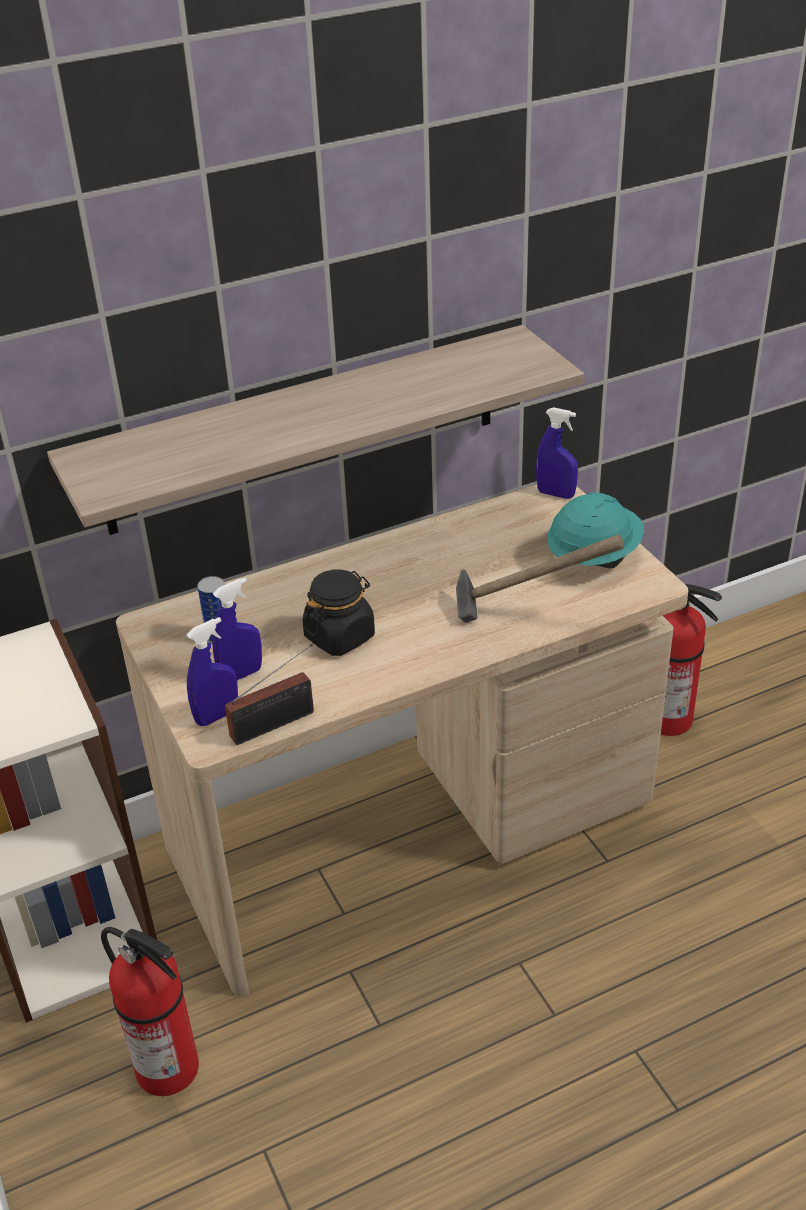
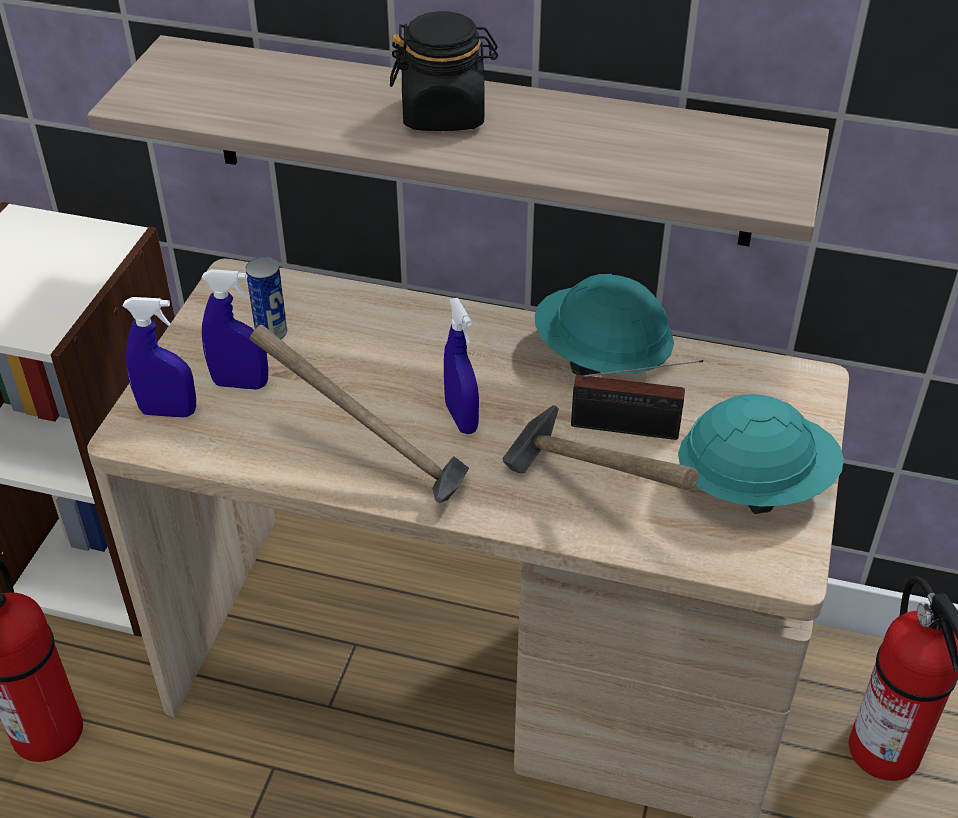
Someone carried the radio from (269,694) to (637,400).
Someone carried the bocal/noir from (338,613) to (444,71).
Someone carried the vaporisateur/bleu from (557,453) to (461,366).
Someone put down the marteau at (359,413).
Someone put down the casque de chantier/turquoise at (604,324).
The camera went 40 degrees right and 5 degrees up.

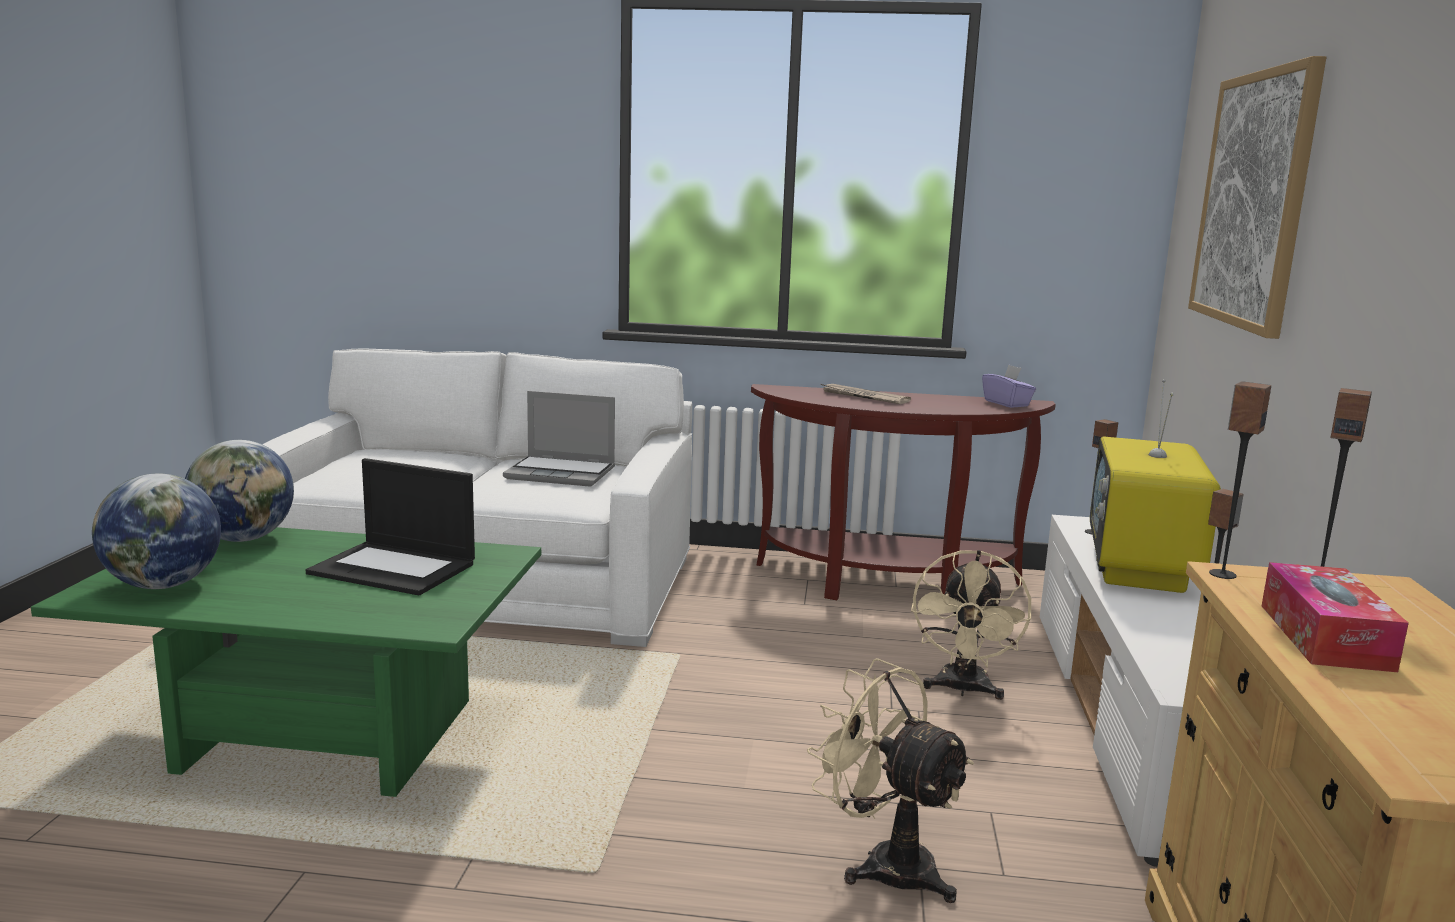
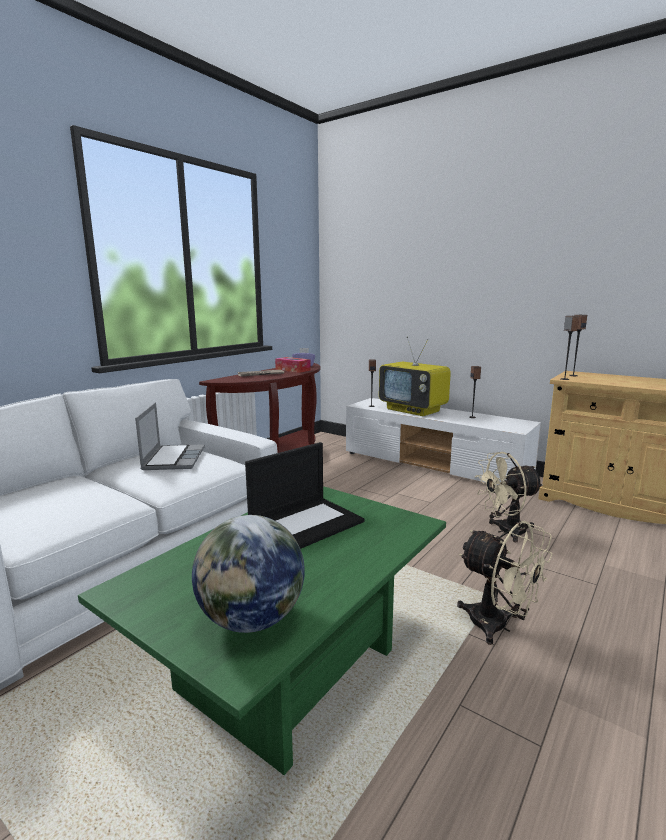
Someone took away the globe at (239,491).
Someone rotated the ordinateur portable at (559,439) by 45 degrees counterclockwise.
Someone carried the ventilateur/beige from (971,625) to (505,583).
Someone took away the tableau at (1257,197).
Someone carried the boîte à mouchoirs from (1335,617) to (293,365).
The camera went 60 degrees left and 0 degrees up.

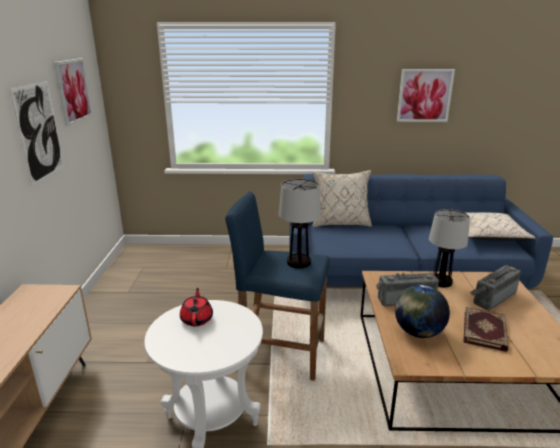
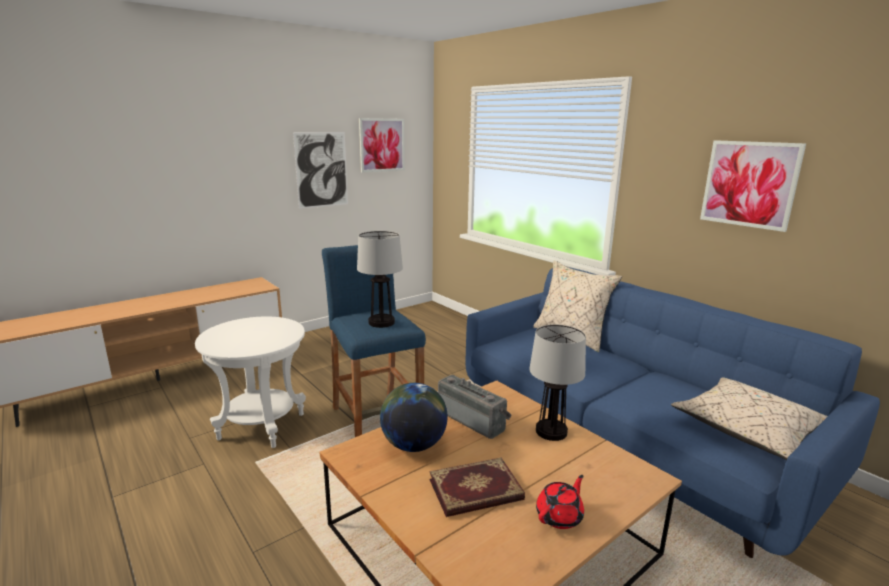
Someone carried the théière/rouge from (196,307) to (560,502).
Someone took away the radio at (495,287).
The camera went 50 degrees right and 5 degrees down.

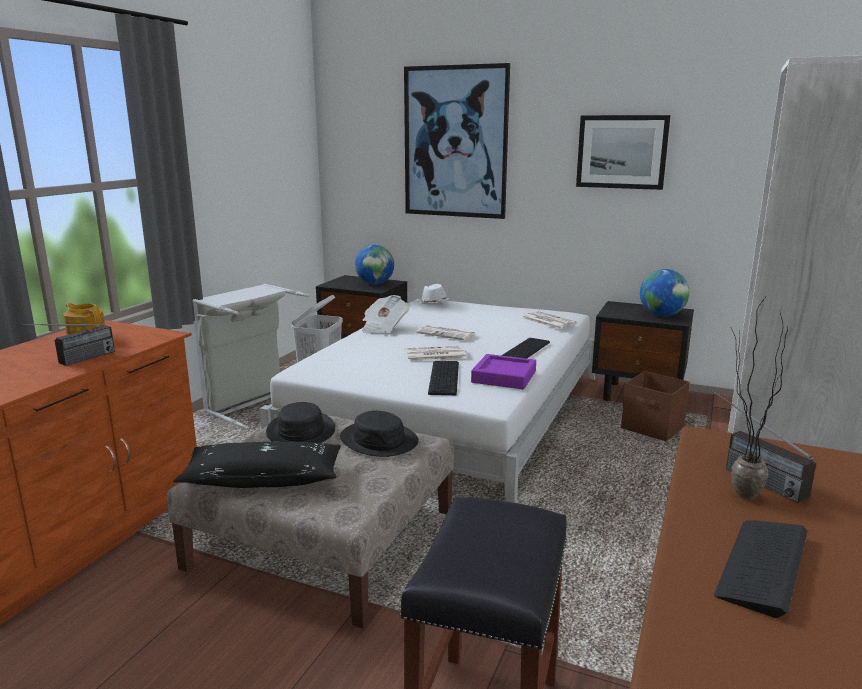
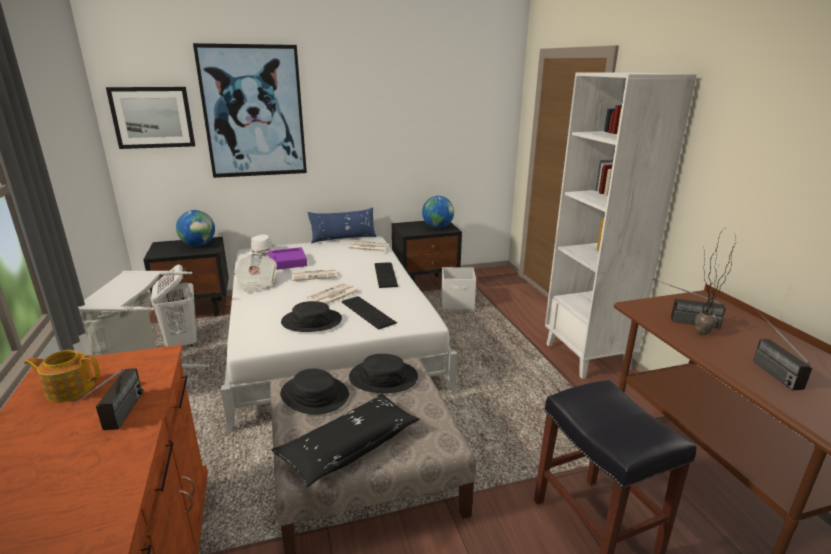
Someone carried the plateau/violet from (503,371) to (287,258).
Someone carried the tableau from (623,152) to (150,118).
Someone repainted the boîte de rangement/marron at (655,406), which became the boîte de rangement/blanc at (458,288).
Someone swapped the clavier at (760,569) for the radio at (782,349).
Someone put down the chapeau/noir at (311,316).
Someone put down the coussin/bleu at (342,225).
The camera went 40 degrees left and 5 degrees up.

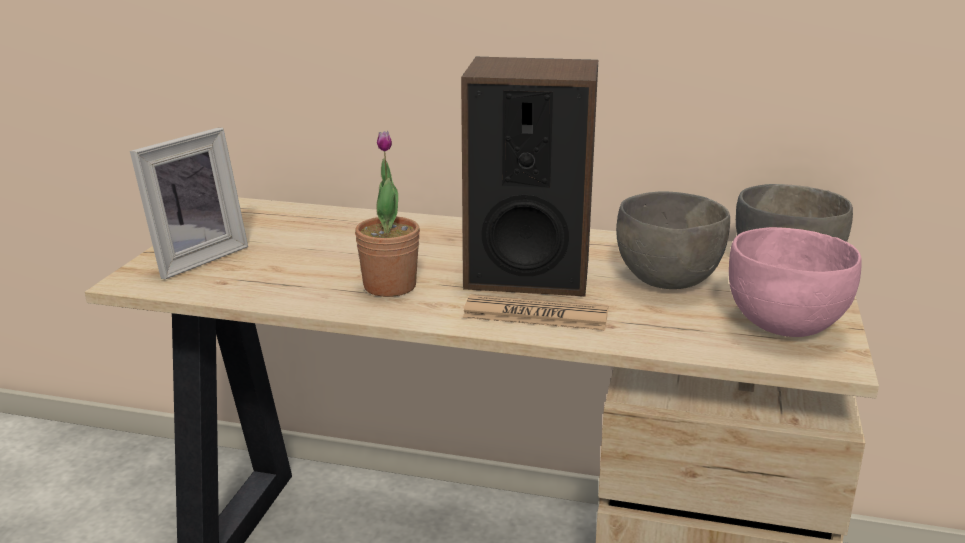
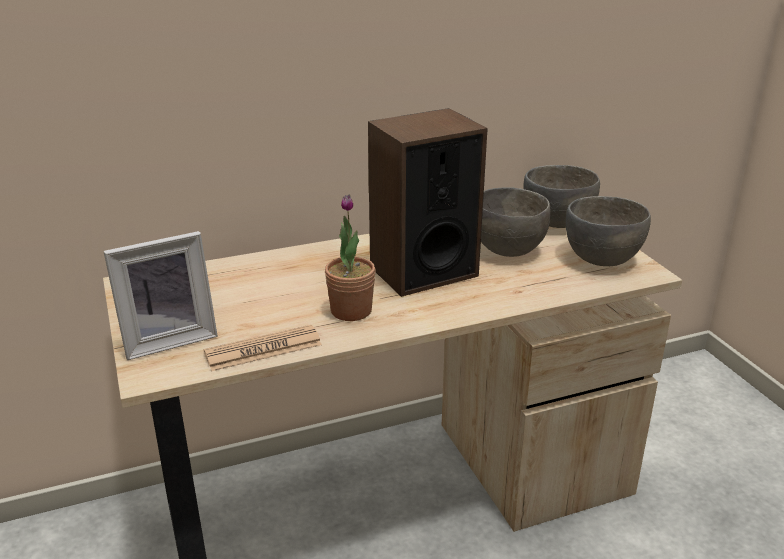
Someone rotated the cadre photo at (189,203) by 60 degrees clockwise.
Someone carried the journal from (535,312) to (263,348).
Someone repainted the bol/rose at (795,282), which became the bol/gris at (608,231).
The camera went 35 degrees left and 5 degrees up.

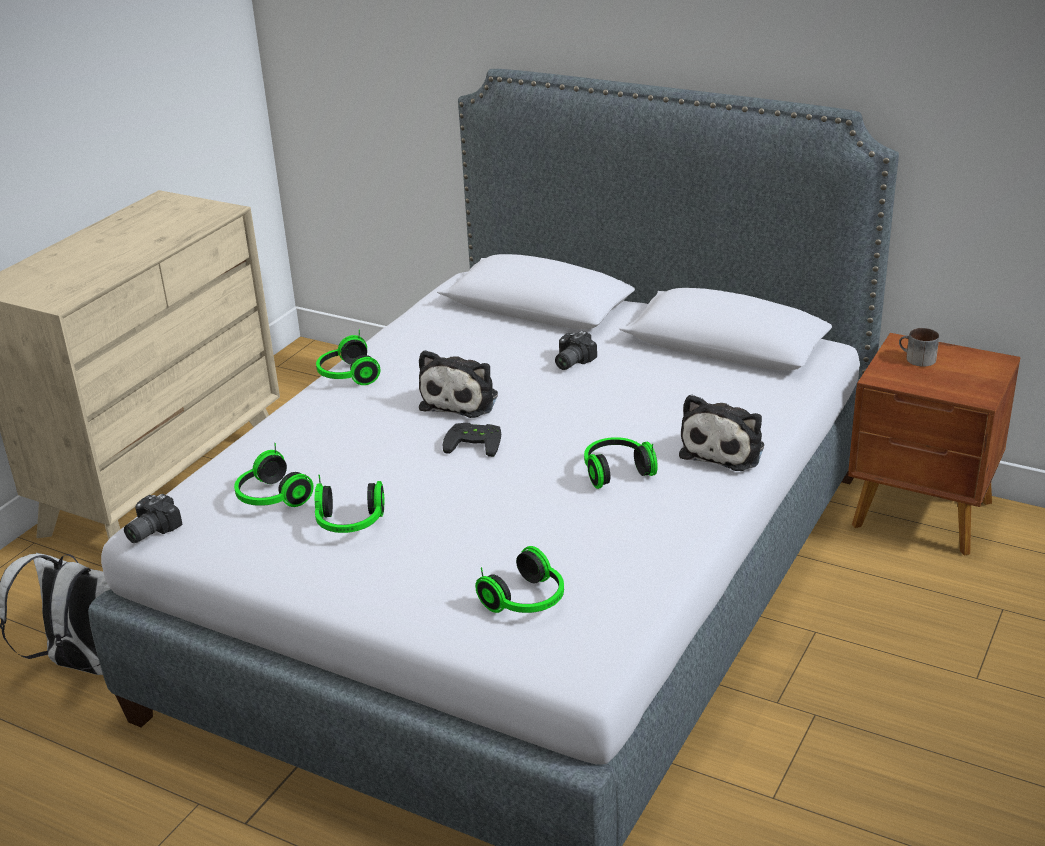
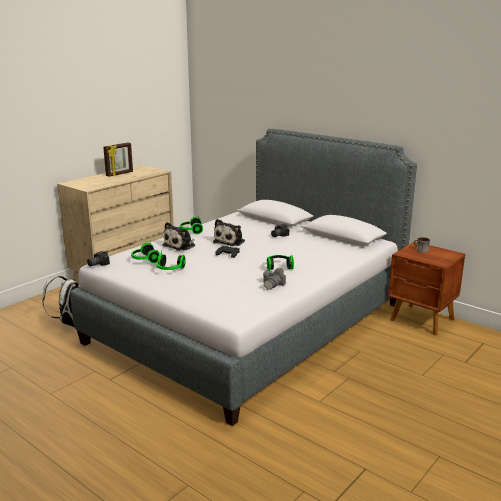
Someone took away the casque audio at (519,579).
Someone carried the peluche from (721,432) to (178,236).
Someone put down the cadre photo at (118,160).
Someone put down the appareil photo at (274,279).
The camera went 10 degrees right and 10 degrees down.

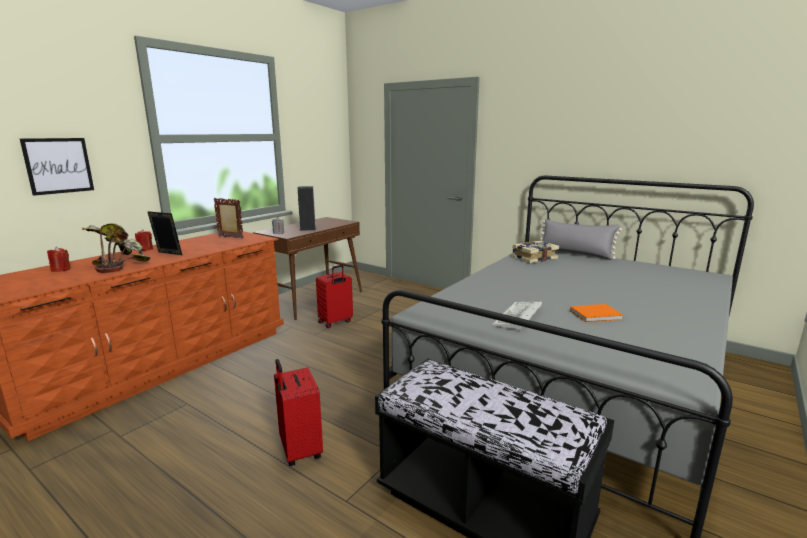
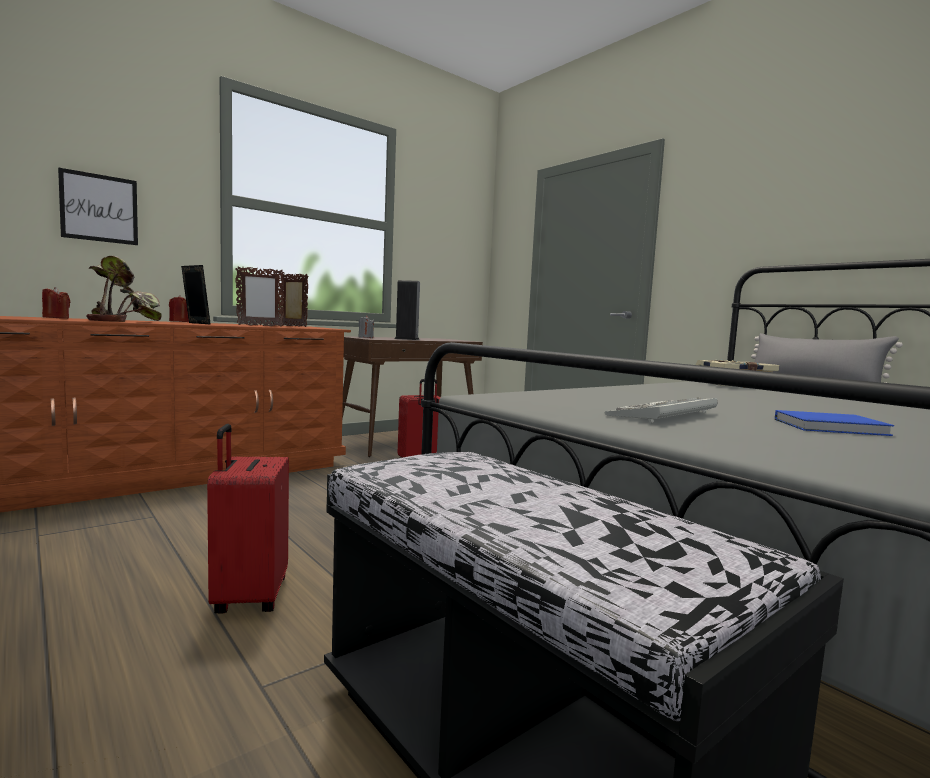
Someone repainted the livre/orange at (597,313), which became the livre/bleu at (834,423).
Someone put down the cadre photo at (259,296).
The camera went 15 degrees right and 10 degrees down.

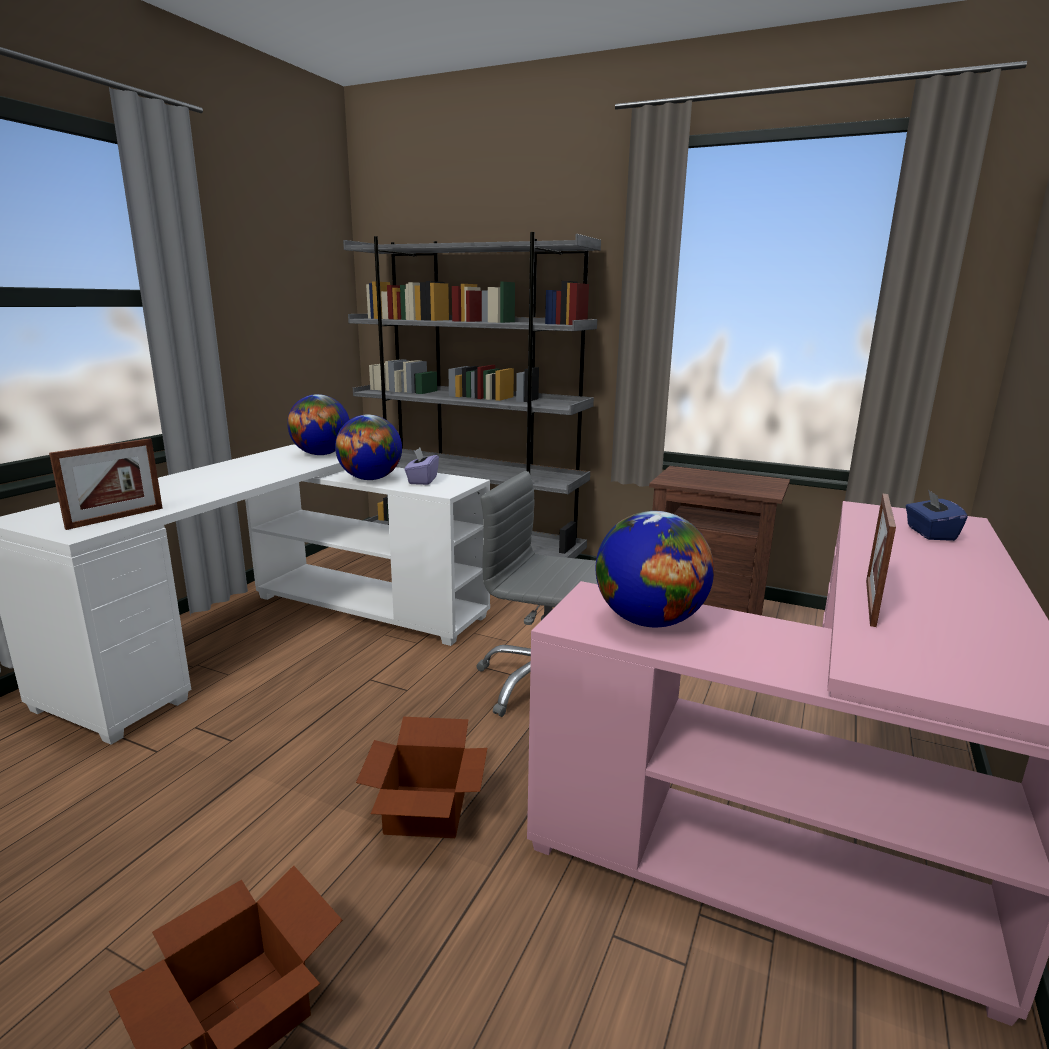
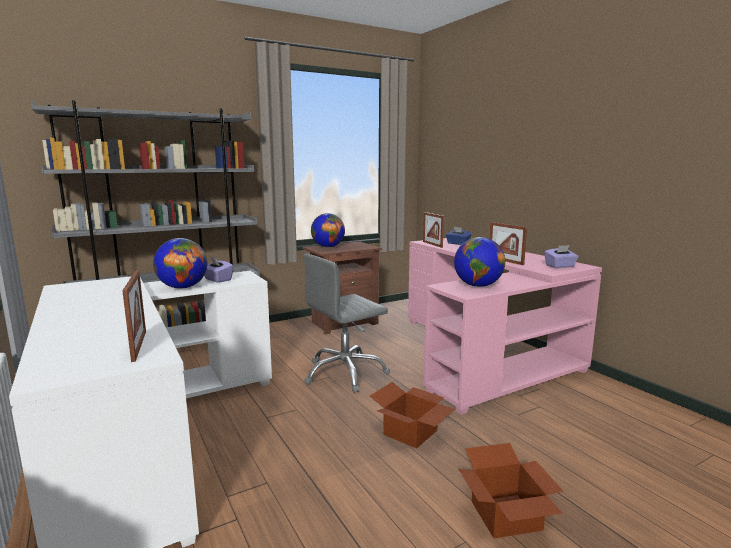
Someone carried the globe from (318,424) to (328,230).
Someone put down the cadre photo at (433,230).
Someone put down the boîte à mouchoirs/violet at (561,256).
The camera went 55 degrees left and 5 degrees down.

